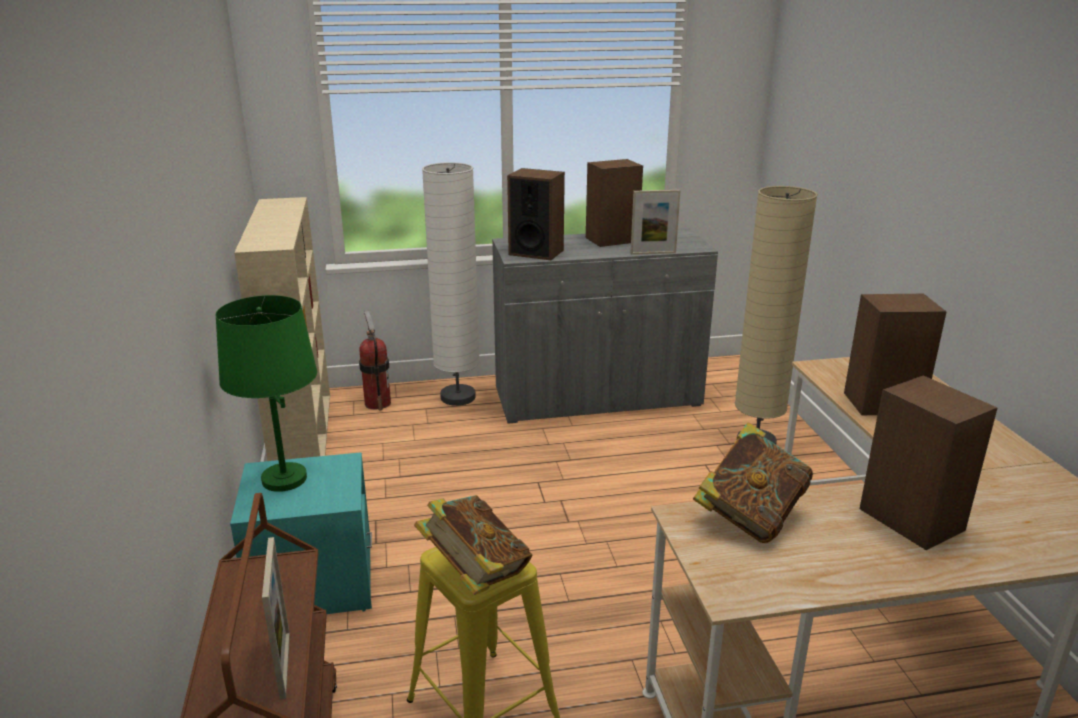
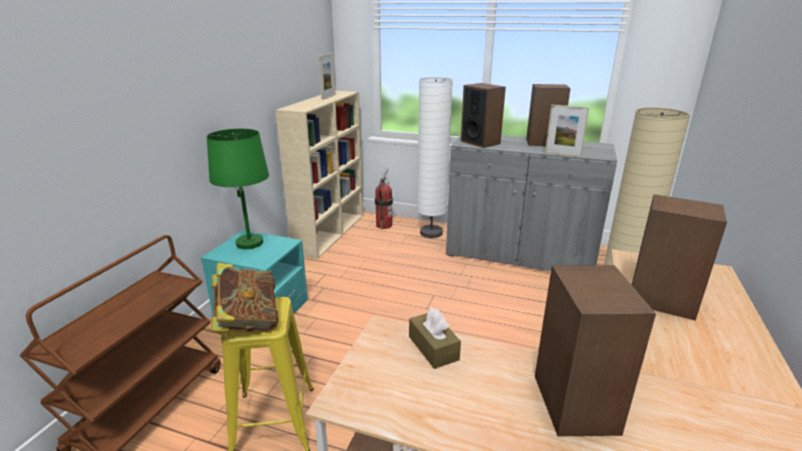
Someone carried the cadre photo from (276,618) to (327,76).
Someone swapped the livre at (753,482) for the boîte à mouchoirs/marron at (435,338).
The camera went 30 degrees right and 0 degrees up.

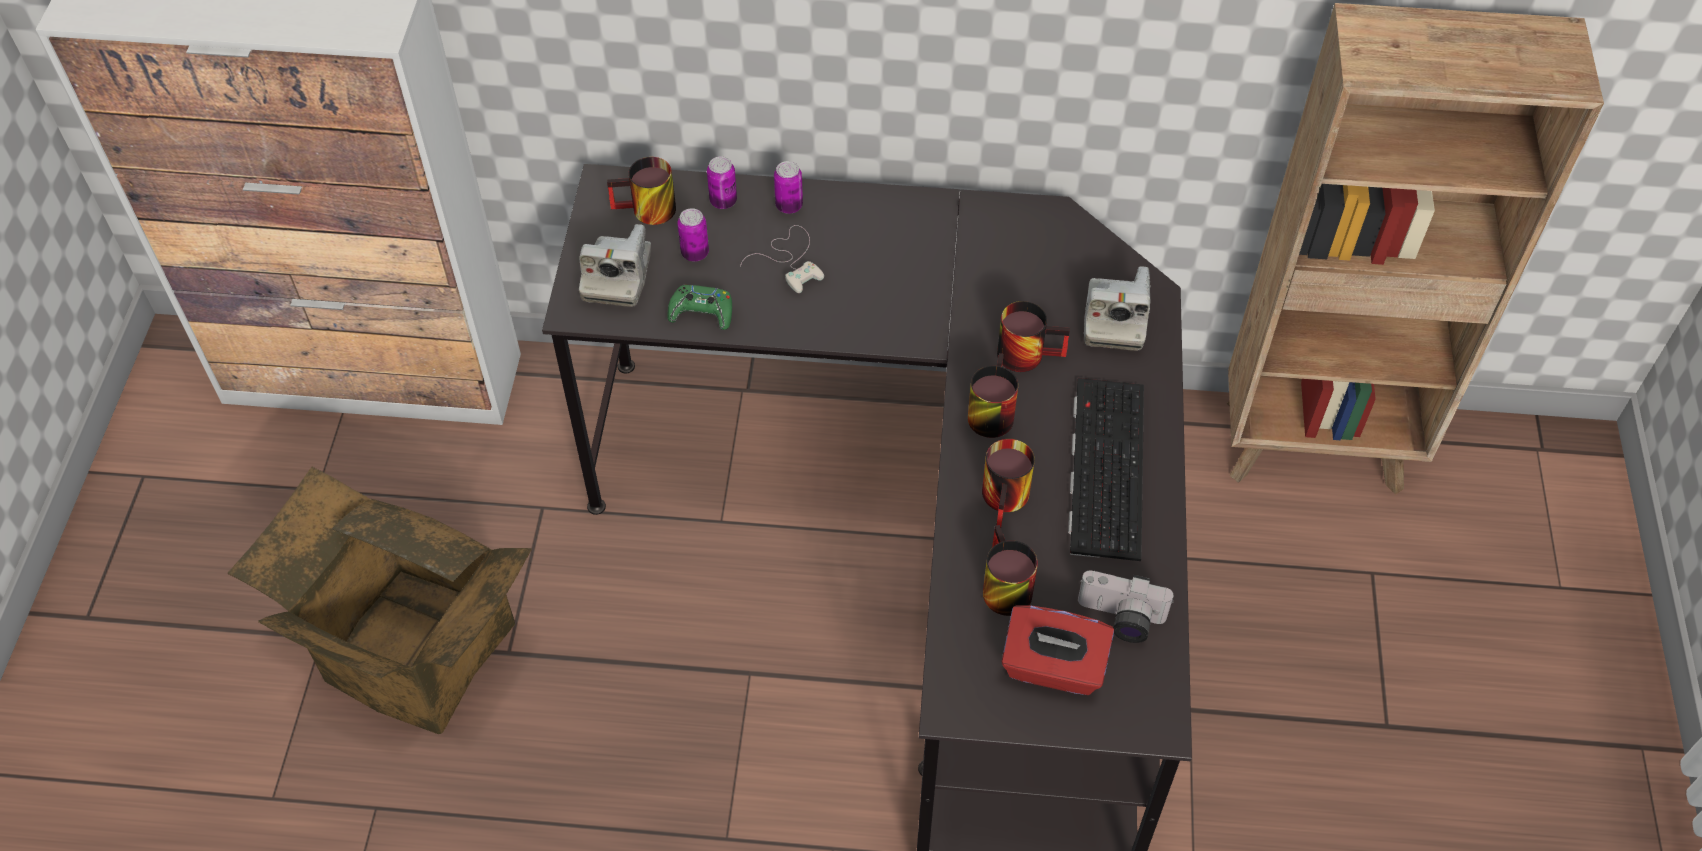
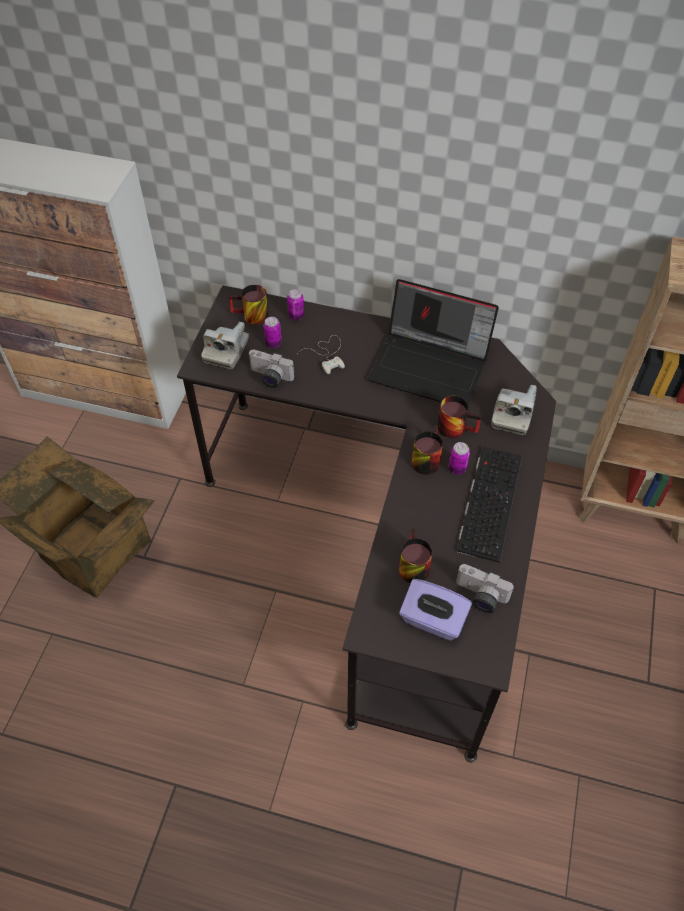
Someone swapped the manette/vert at (700,307) for the appareil photo at (272,369).
Someone carried the boîte métallique from (788,187) to (459,458).
Someone took away the mug at (1008,483).
Someone repainted the boîte à mouchoirs/rouge at (1058,650), which became the boîte à mouchoirs/violet at (435,610).
Someone put down the ordinateur portable at (433,342).
The camera went 10 degrees right and 0 degrees up.

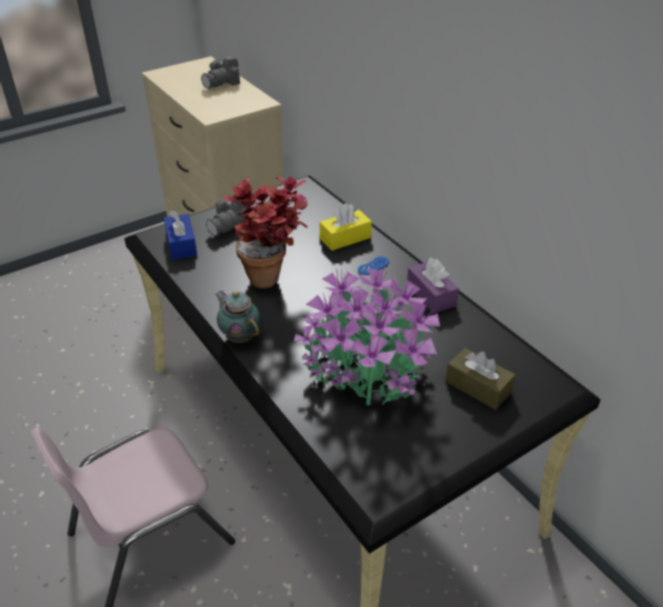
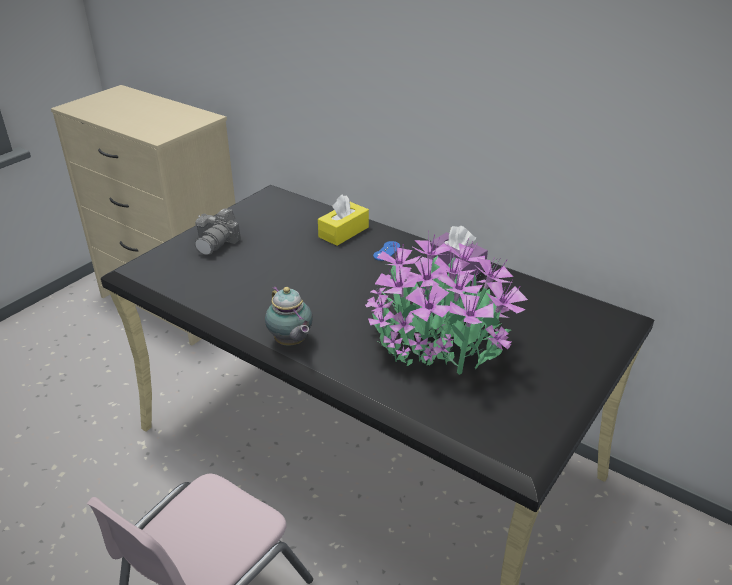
Someone took away the boîte à mouchoirs/bleu at (180,235).
Someone took away the appareil photo at (220,73).
Someone rotated the théière at (237,316) by 150 degrees counterclockwise.
Someone took away the plante en pot at (264,232).
Someone took away the boîte à mouchoirs/marron at (480,379).
The camera went 20 degrees left and 5 degrees down.

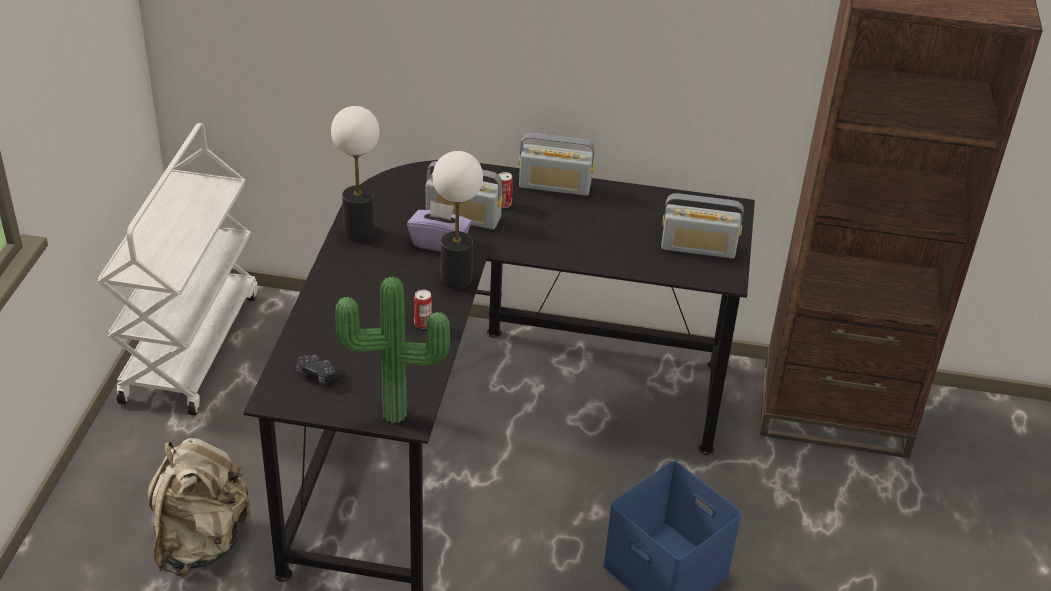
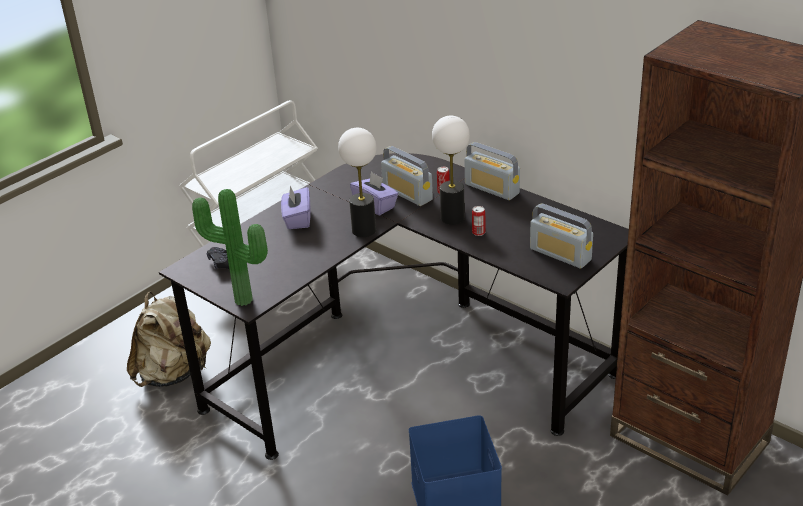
Someone carried the lampe de table from (355,173) to (451,170).
Someone carried the boîte métallique from (423,309) to (478,221).
Someone put down the boîte à mouchoirs/violet at (296,207).
The camera went 35 degrees right and 5 degrees down.

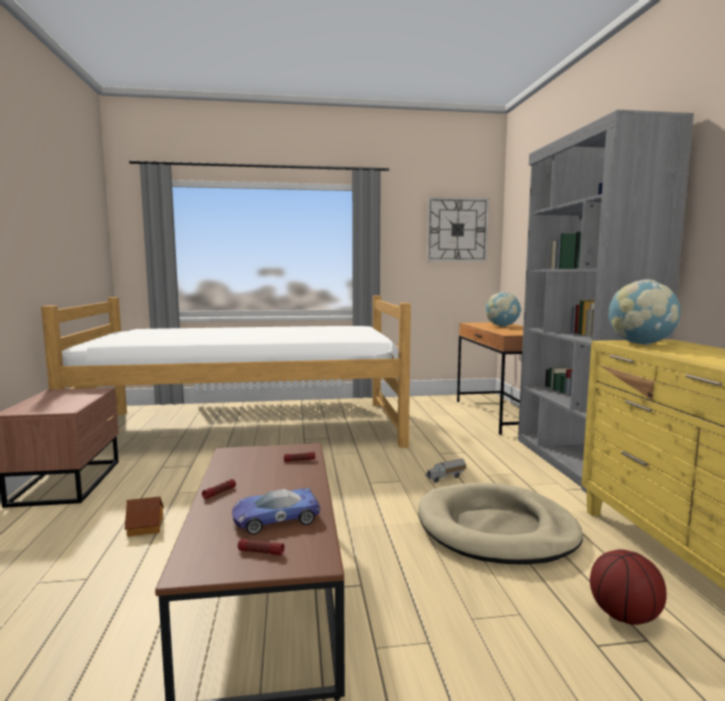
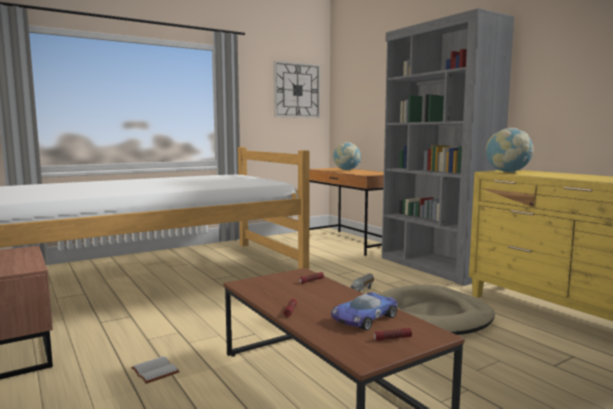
Someone swapped the maison miniature at (144,516) for the livre/blanc at (155,370).
Someone took away the ballon de basket at (628,587).
The camera went 25 degrees left and 0 degrees up.

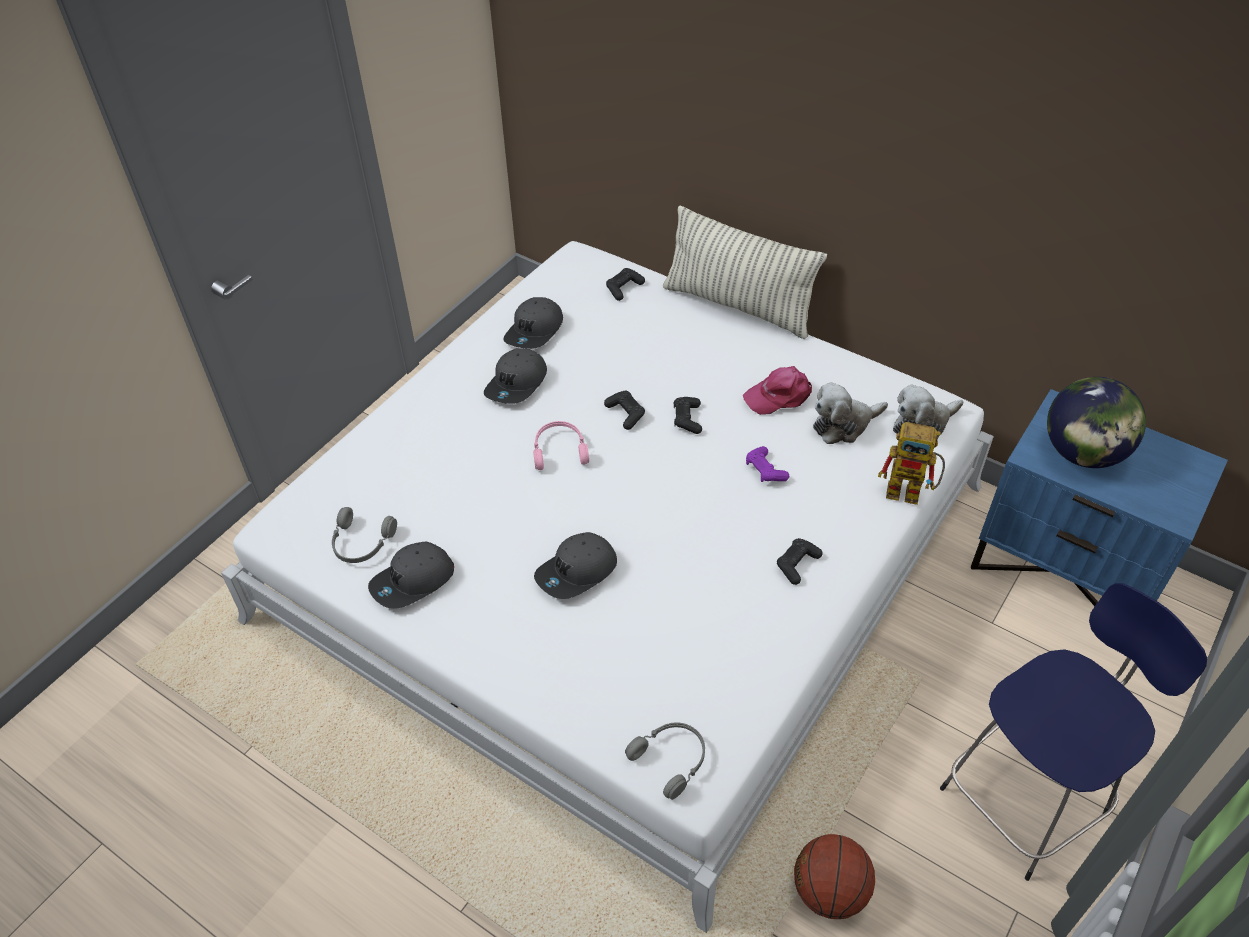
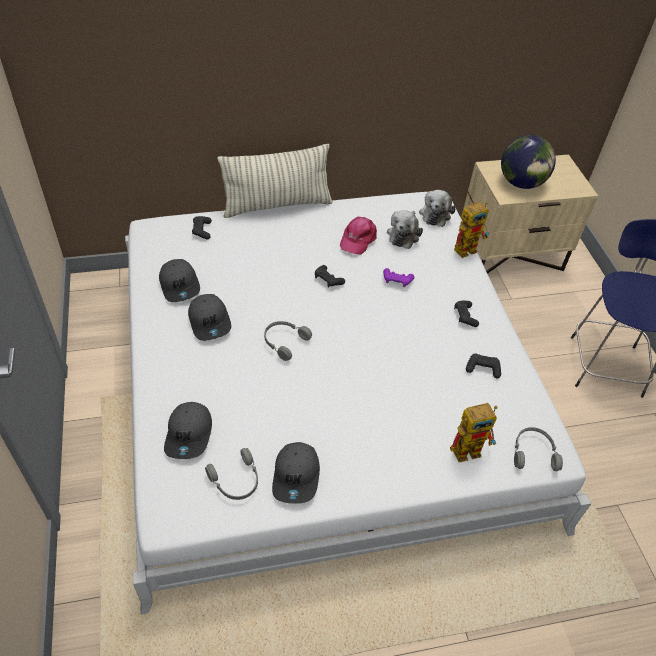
Someone repainted the casque audio/rose at (561,445), which became the casque audio/gris at (288,341).
Someone carried the casquette/gris from (575,565) to (188,430).
Someone carried the manette/noir from (624,410) to (483,365).
Someone took away the ballon de basket at (834,876).
Someone repainted the table de chevet/bleu at (1099,497), which became the table de chevet/beige at (529,214).
Someone put down the robot jouet at (473,432).
The camera went 50 degrees left and 0 degrees up.

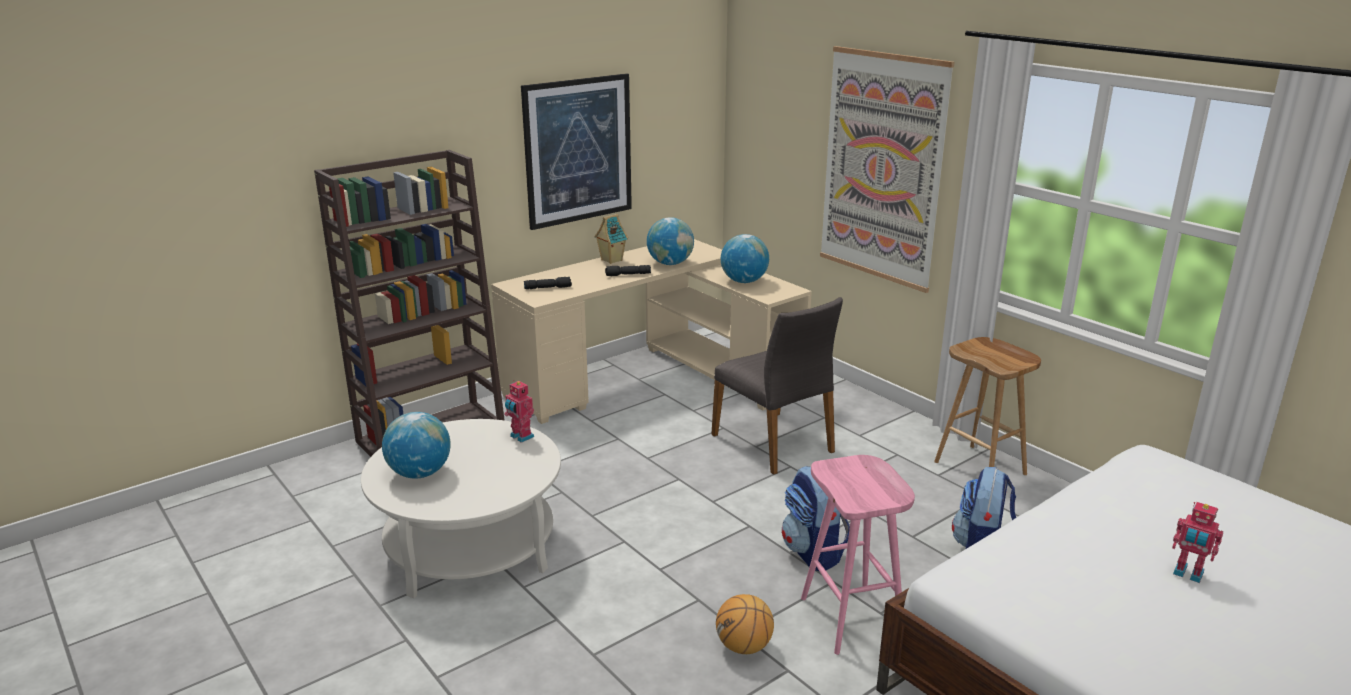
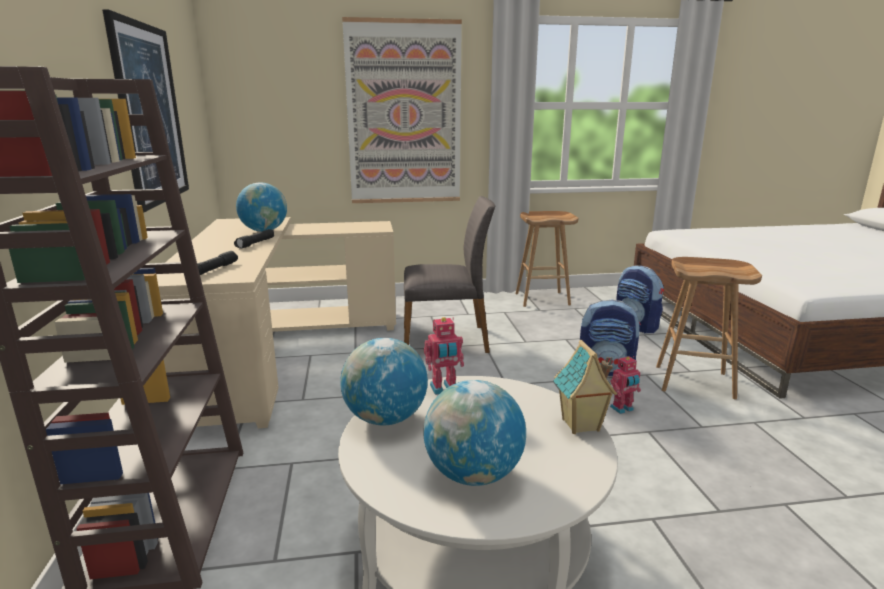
Someone carried the maison miniature from (611,239) to (585,387).
Someone took away the ballon de basket at (745,624).
Someone carried the globe from (745,258) to (384,382).
Someone repainted the tabouret/rose at (858,555), which became the tabouret/marron at (709,328).
Someone carried the robot jouet from (1197,542) to (625,385).
The camera went 60 degrees left and 5 degrees down.

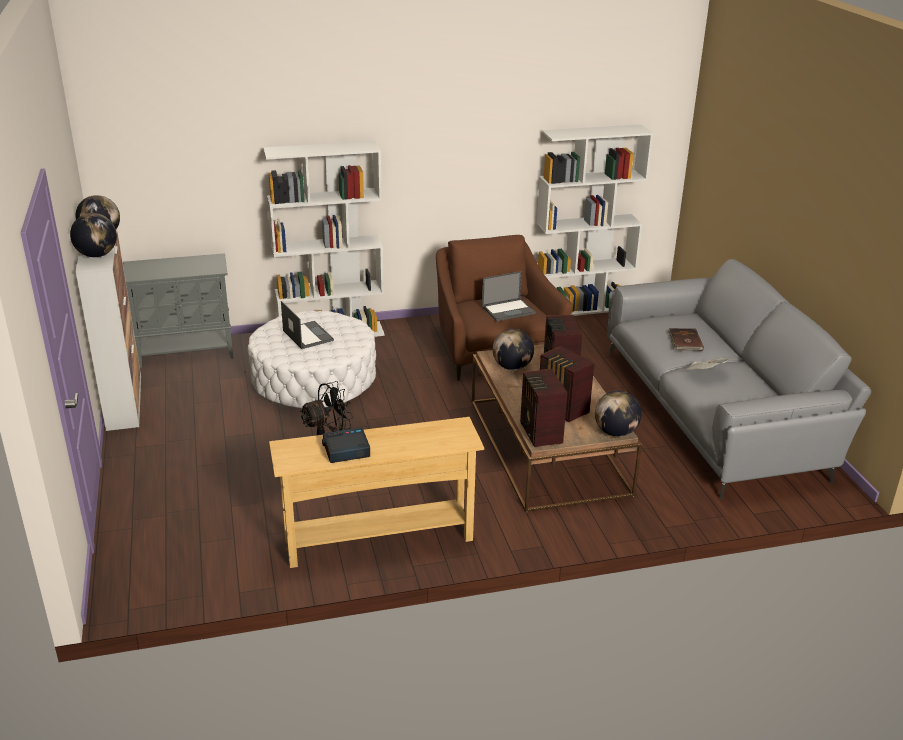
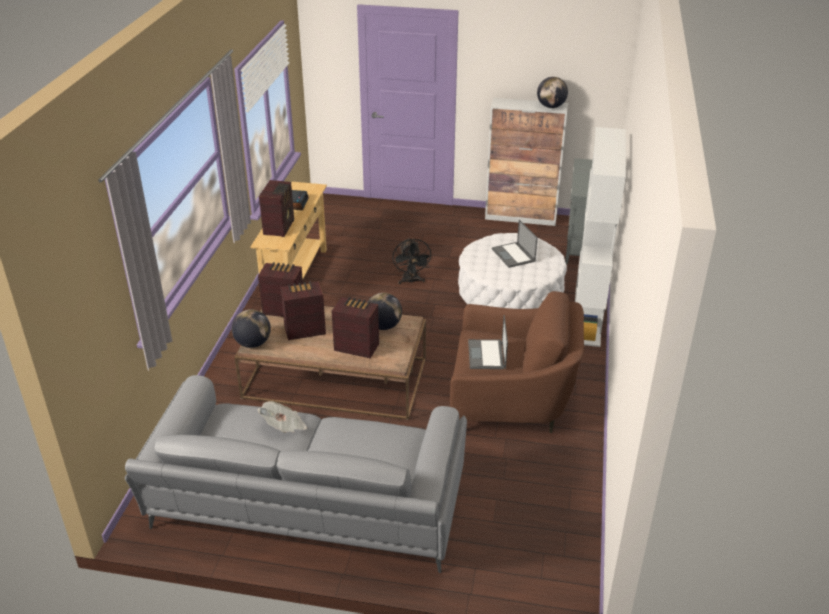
Someone took away the globe at (93,235).
Someone rotated the ordinateur portable at (307,325) by 75 degrees clockwise.
Someone took away the bibliothèque/blanc at (595,220).
Someone took away the livre/marron at (686,339).
Someone put down the radio at (276,208).
The camera went 115 degrees right and 5 degrees up.

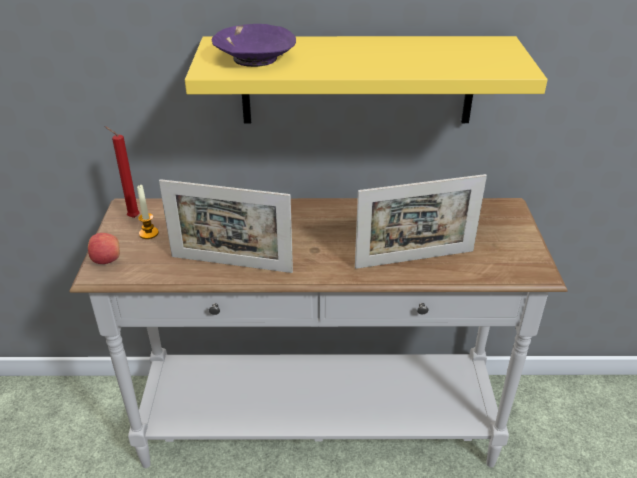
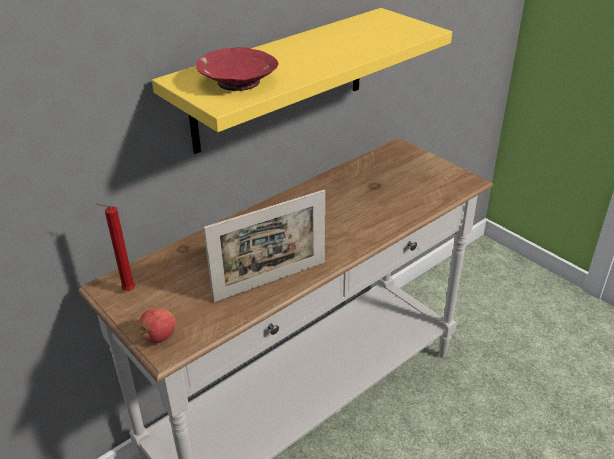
Someone took away the bougie at (148,211).
Someone repainted the bol/violet at (254,45), which became the bol/rouge at (237,69).
Someone took away the cadre photo at (421,221).
The camera went 40 degrees left and 0 degrees up.

